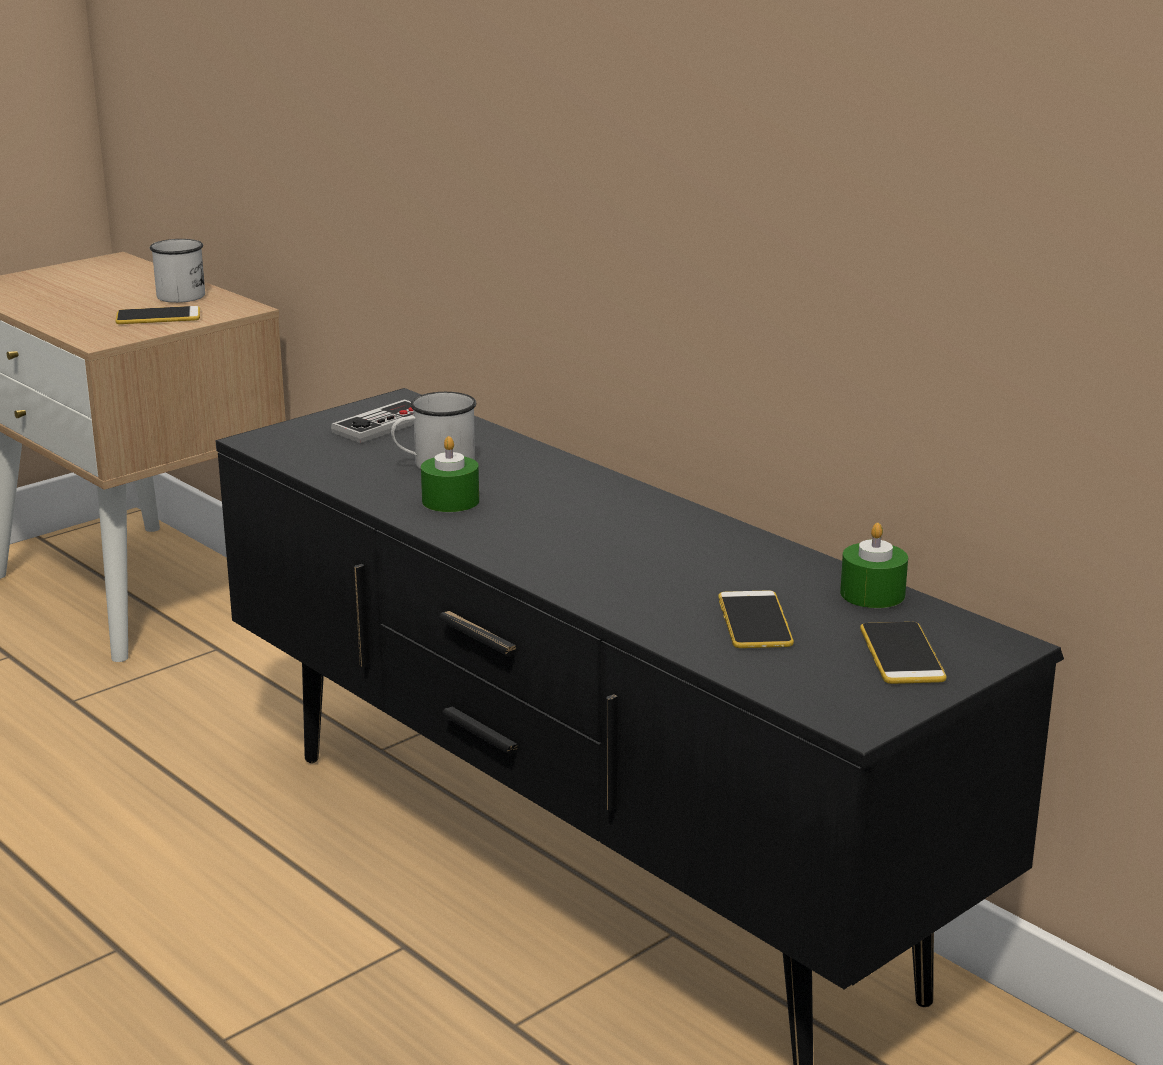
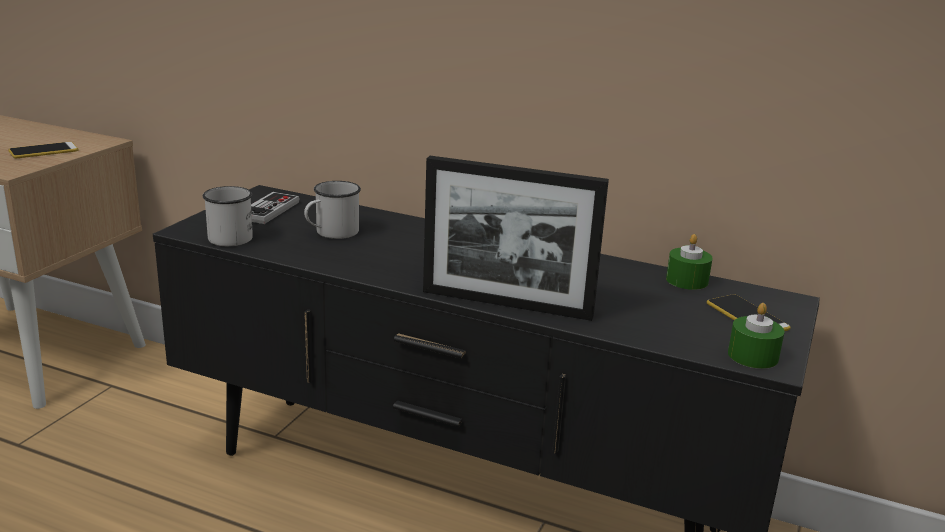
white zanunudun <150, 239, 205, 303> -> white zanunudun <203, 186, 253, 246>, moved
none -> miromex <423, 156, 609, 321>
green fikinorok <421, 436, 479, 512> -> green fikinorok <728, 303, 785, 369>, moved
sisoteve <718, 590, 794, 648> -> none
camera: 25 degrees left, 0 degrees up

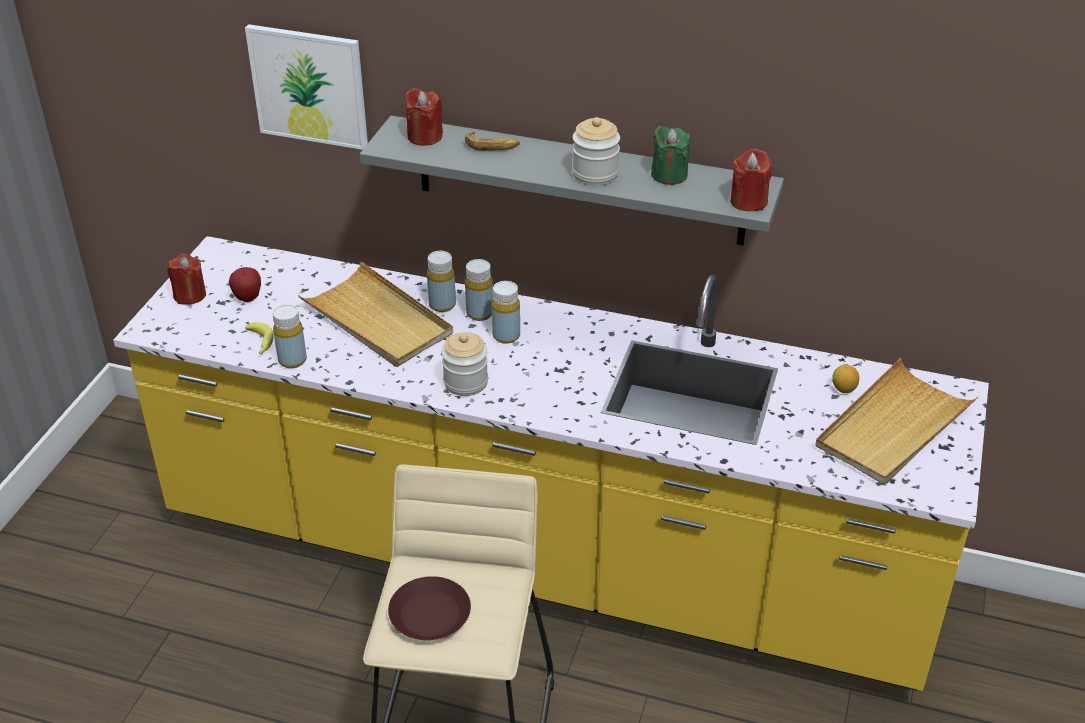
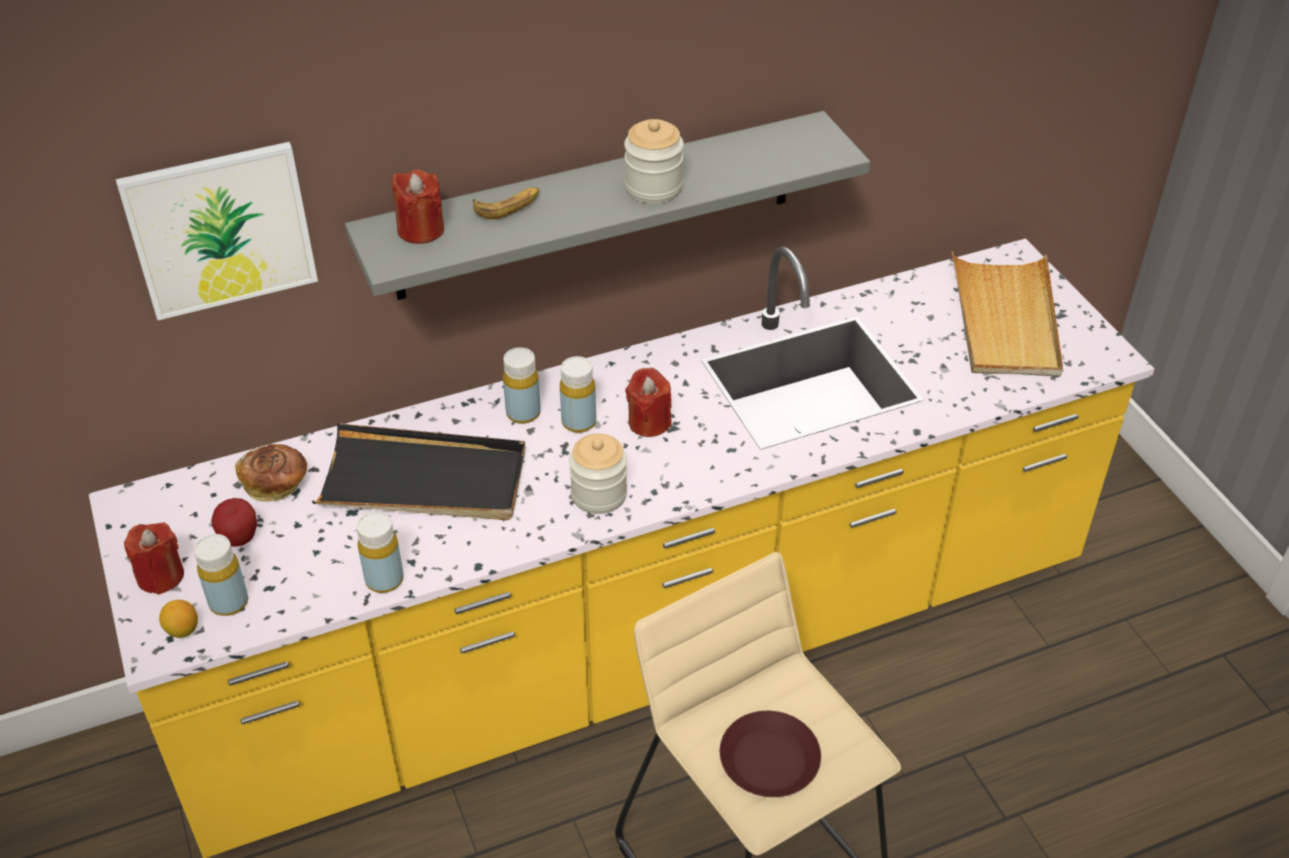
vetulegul <832, 365, 859, 393> -> vetulegul <159, 600, 198, 638>, moved
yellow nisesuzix <427, 251, 456, 312> -> yellow nisesuzix <194, 534, 248, 616>, moved
none -> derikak <235, 444, 308, 502>
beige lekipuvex <298, 262, 453, 367> -> black lekipuvex <312, 423, 526, 520>
red fikinorok <730, 149, 772, 211> -> red fikinorok <626, 368, 672, 437>, moved
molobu <245, 322, 274, 355> -> none
green fikinorok <651, 126, 690, 185> -> none
camera: 40 degrees left, 5 degrees up

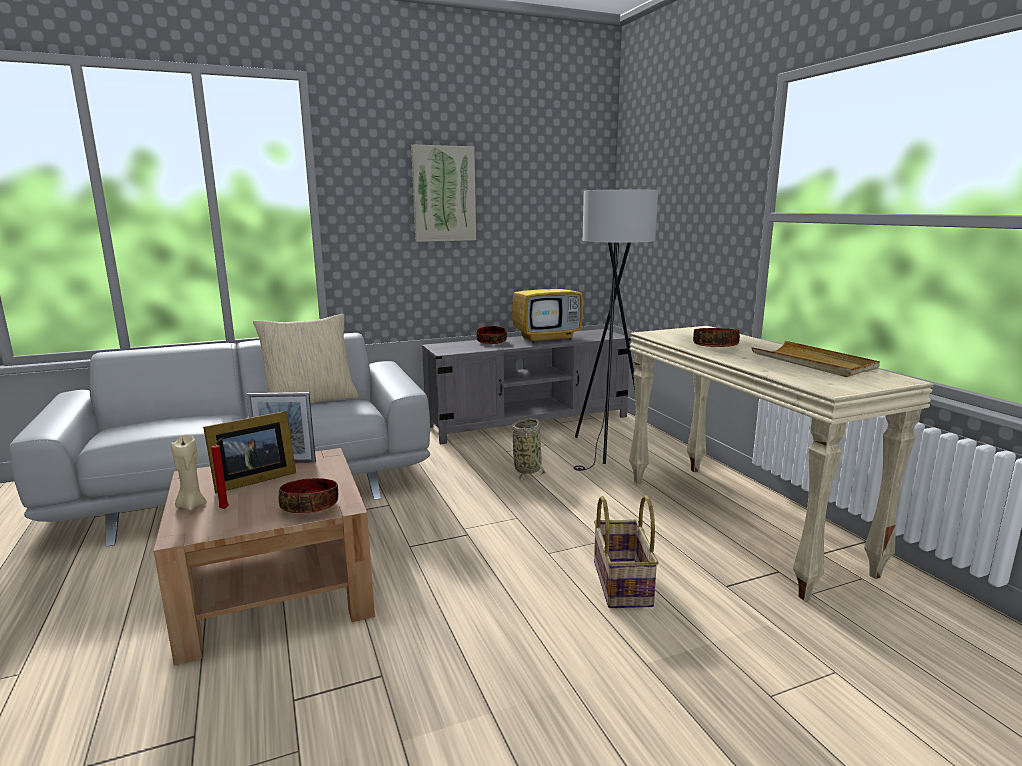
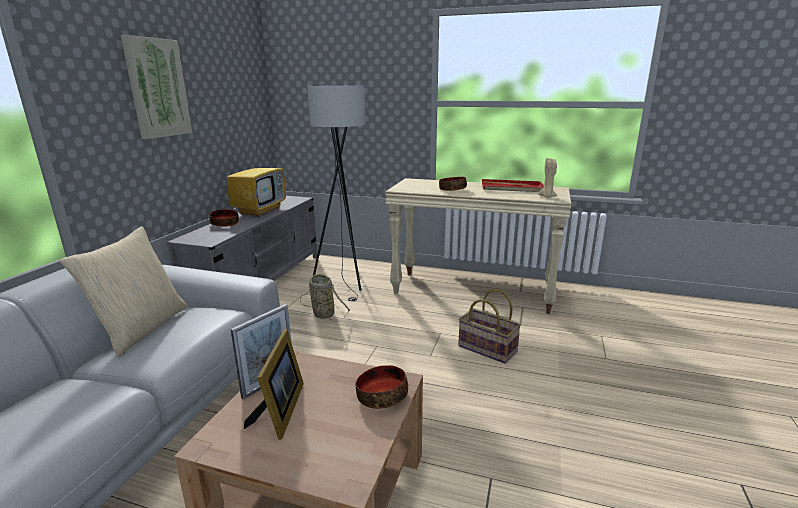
beige lekipuvex <751, 341, 880, 377> -> red lekipuvex <482, 179, 544, 192>
beige fikinorok <171, 435, 207, 510> -> beige fikinorok <538, 158, 557, 198>, moved
red fikinorok <211, 438, 229, 509> -> none
camera: 50 degrees left, 5 degrees up

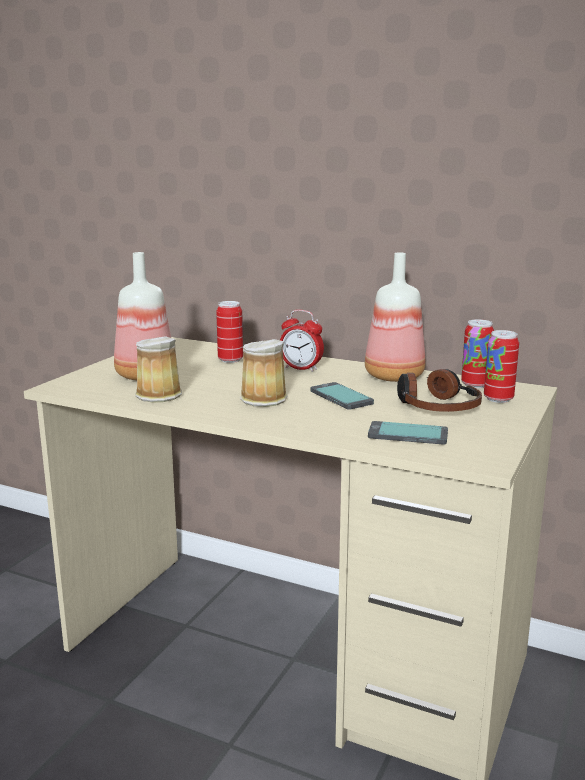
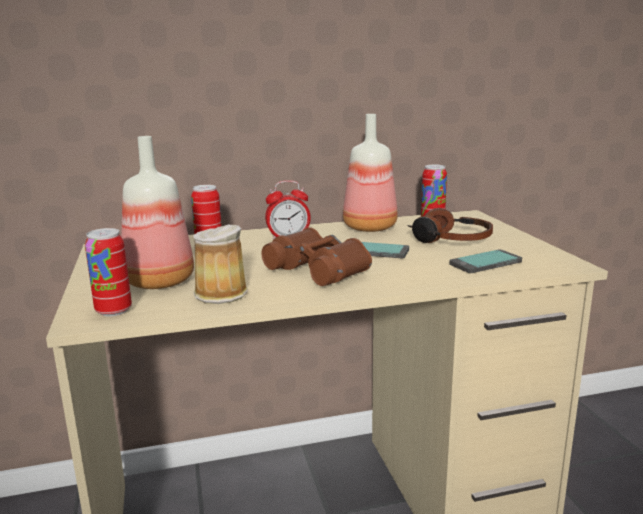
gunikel <484, 330, 519, 403> -> gunikel <85, 228, 132, 317>, moved
zanunudun <240, 339, 287, 407> -> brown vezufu <262, 228, 372, 286>
camera: 40 degrees left, 0 degrees up

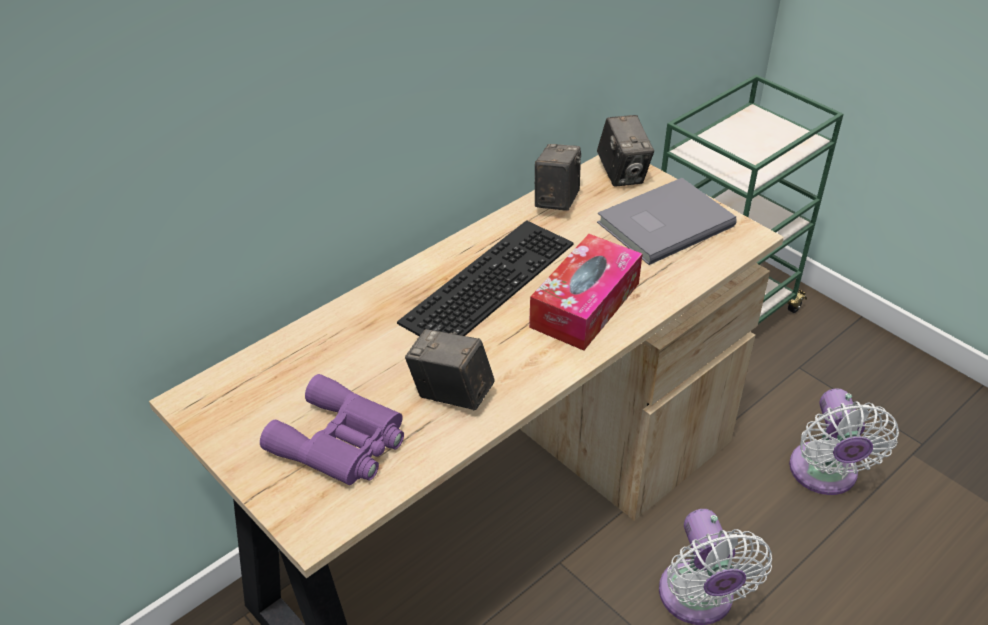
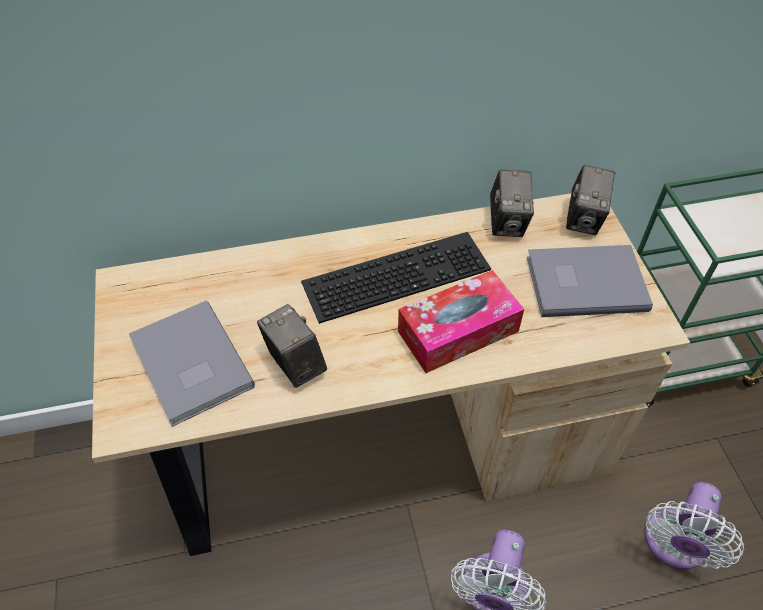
purple vezufu <260, 374, 404, 485> -> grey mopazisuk <129, 300, 255, 427>
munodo <535, 144, 581, 211> -> munodo <490, 169, 534, 237>, 135 degrees clockwise
camera: 30 degrees right, 10 degrees up

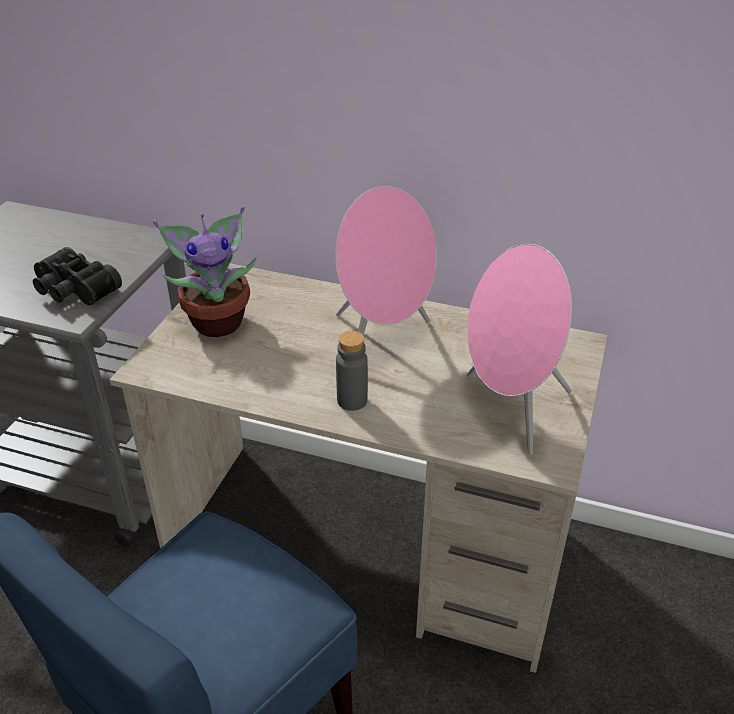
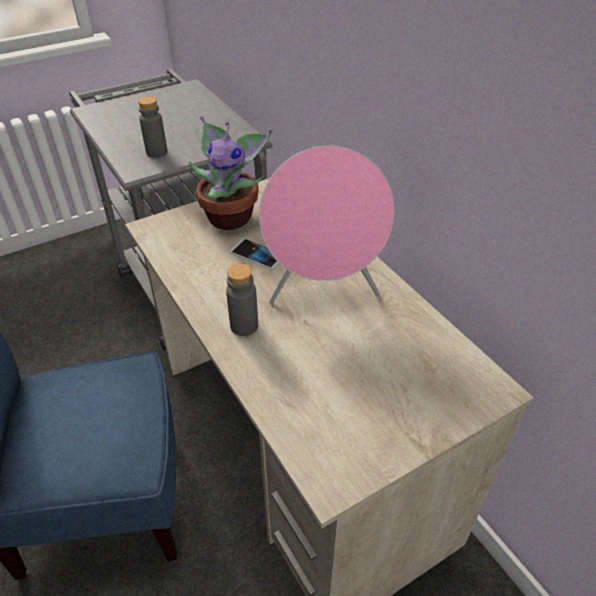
black vezufu <33, 247, 122, 305> -> grey nisesuzix <138, 96, 168, 158>
none -> sisoteve <230, 239, 279, 270>
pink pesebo <467, 244, 572, 455> -> none
camera: 40 degrees right, 5 degrees up

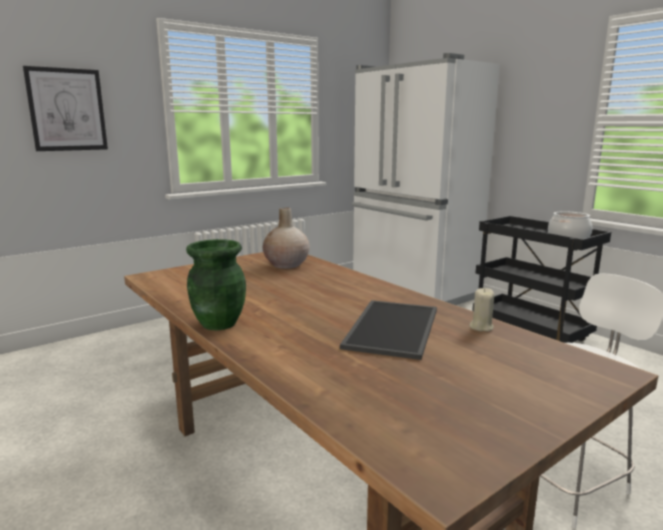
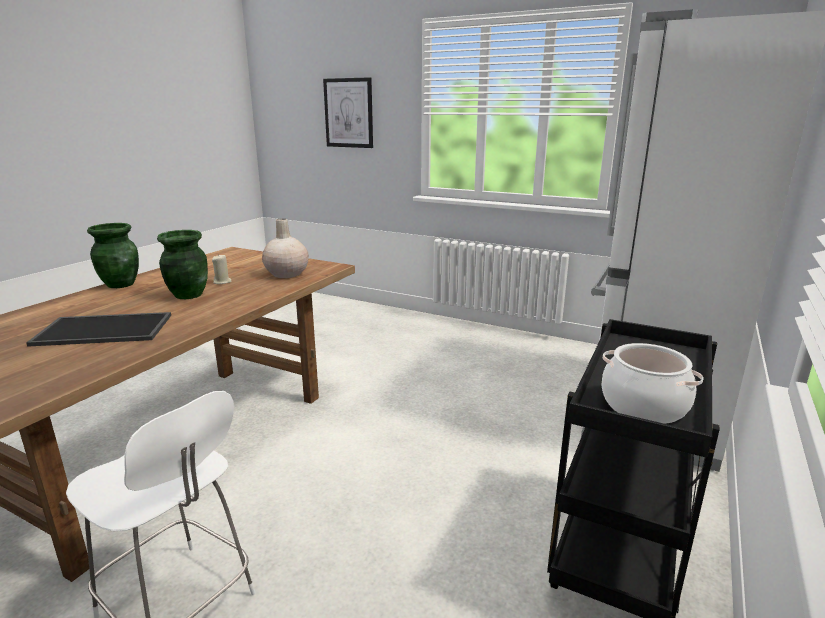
none -> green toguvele <157, 230, 208, 299>
beige fikinorok <469, 288, 494, 331> -> beige fikinorok <212, 255, 232, 284>, moved
camera: 65 degrees right, 5 degrees up

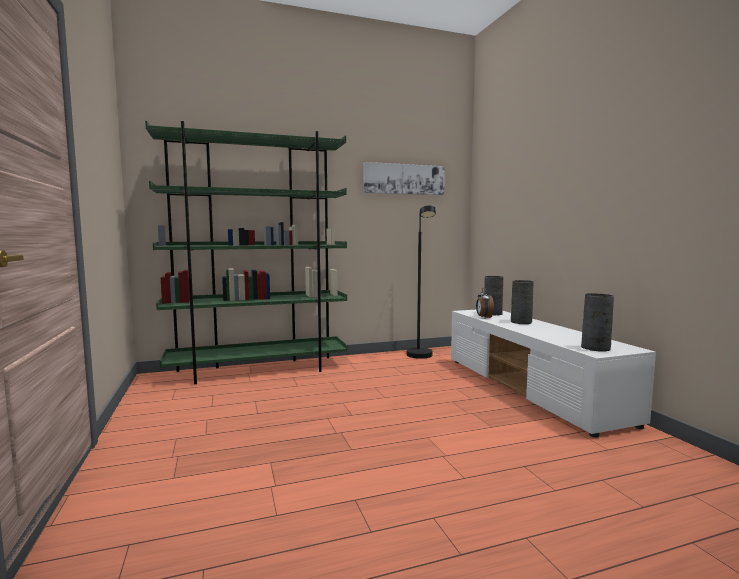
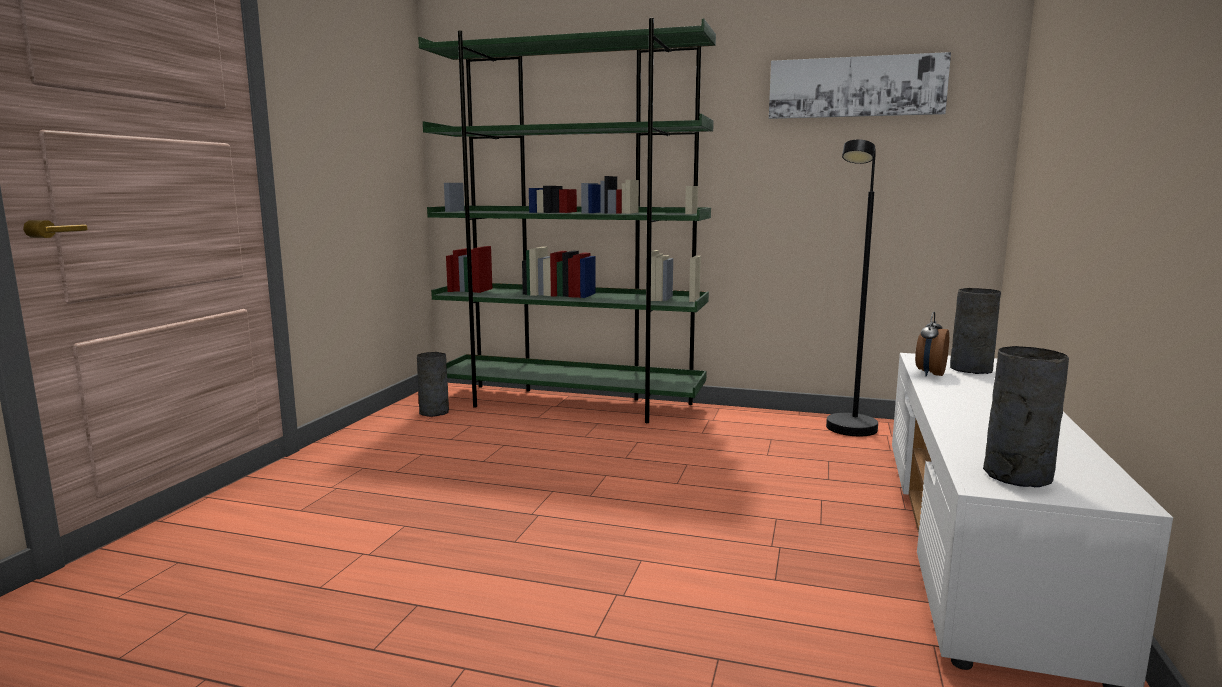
grey toguvele <511, 280, 534, 324> -> grey toguvele <417, 352, 449, 417>, moved
camera: 35 degrees right, 5 degrees up

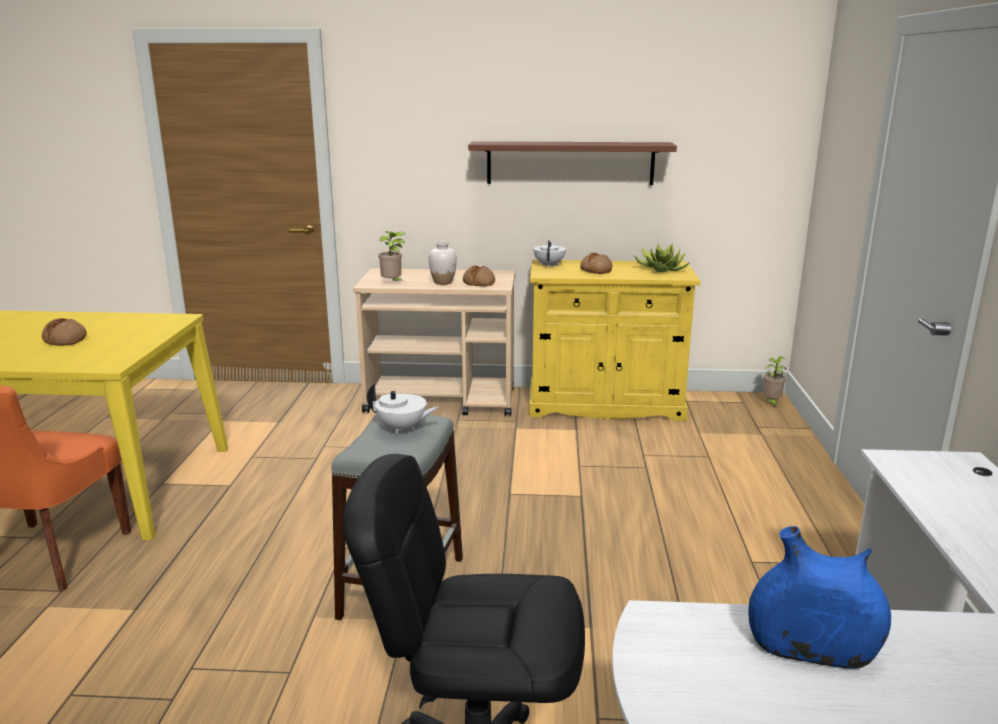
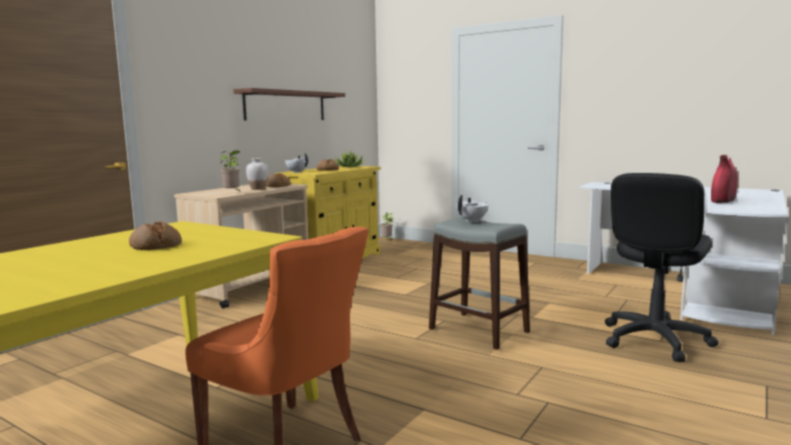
blue toguvele <748, 526, 891, 669> -> red toguvele <711, 155, 738, 203>
camera: 60 degrees left, 10 degrees down

